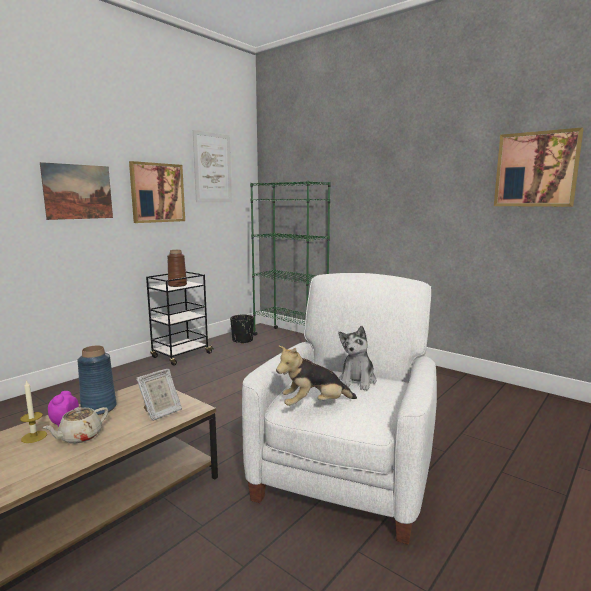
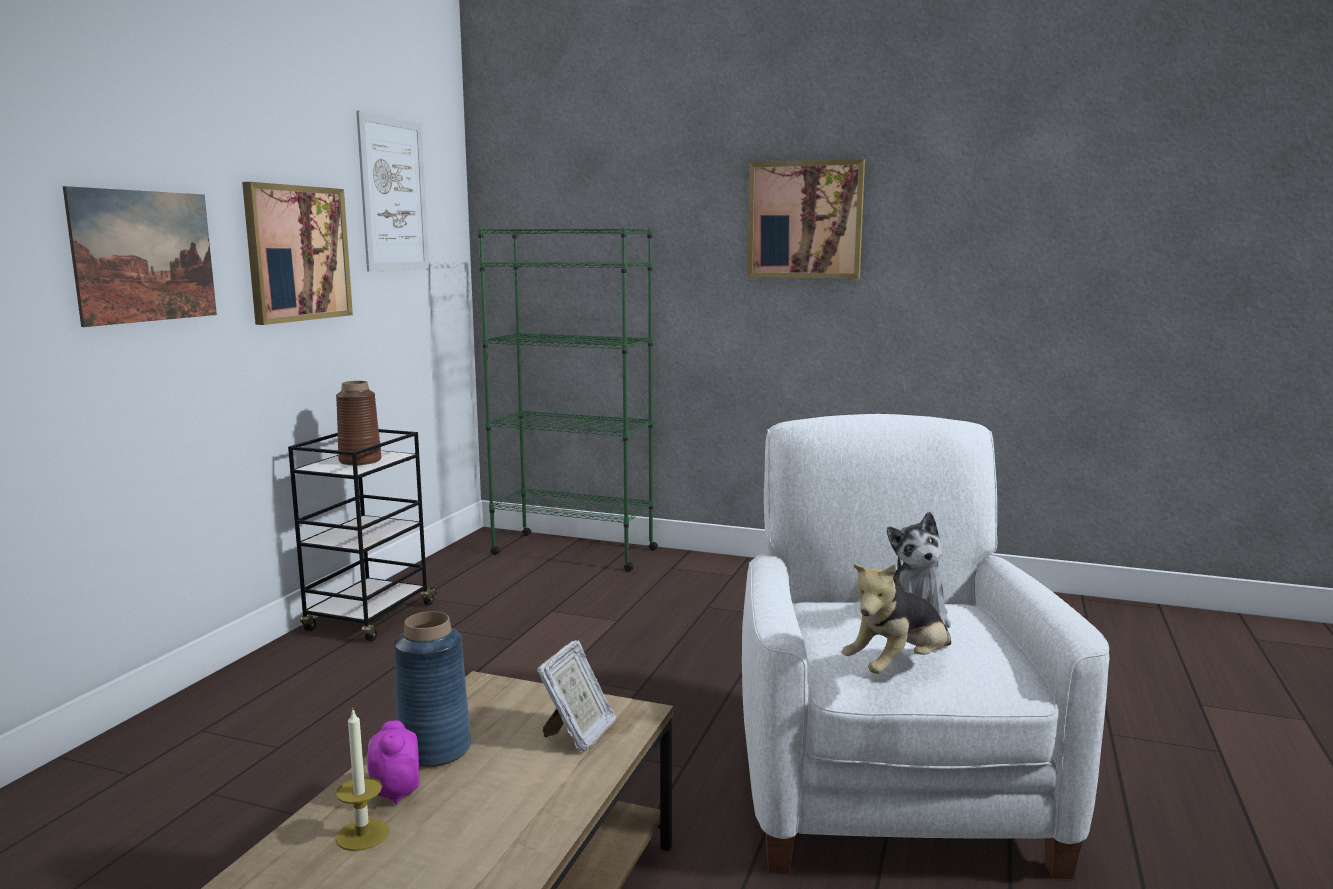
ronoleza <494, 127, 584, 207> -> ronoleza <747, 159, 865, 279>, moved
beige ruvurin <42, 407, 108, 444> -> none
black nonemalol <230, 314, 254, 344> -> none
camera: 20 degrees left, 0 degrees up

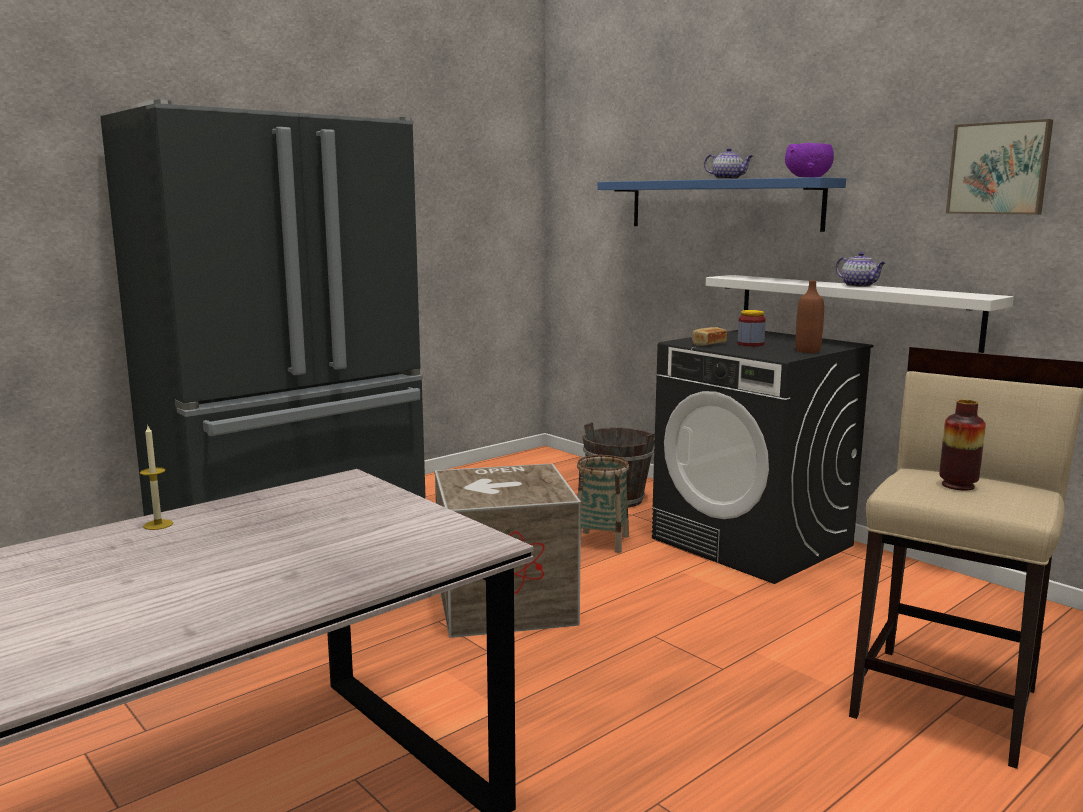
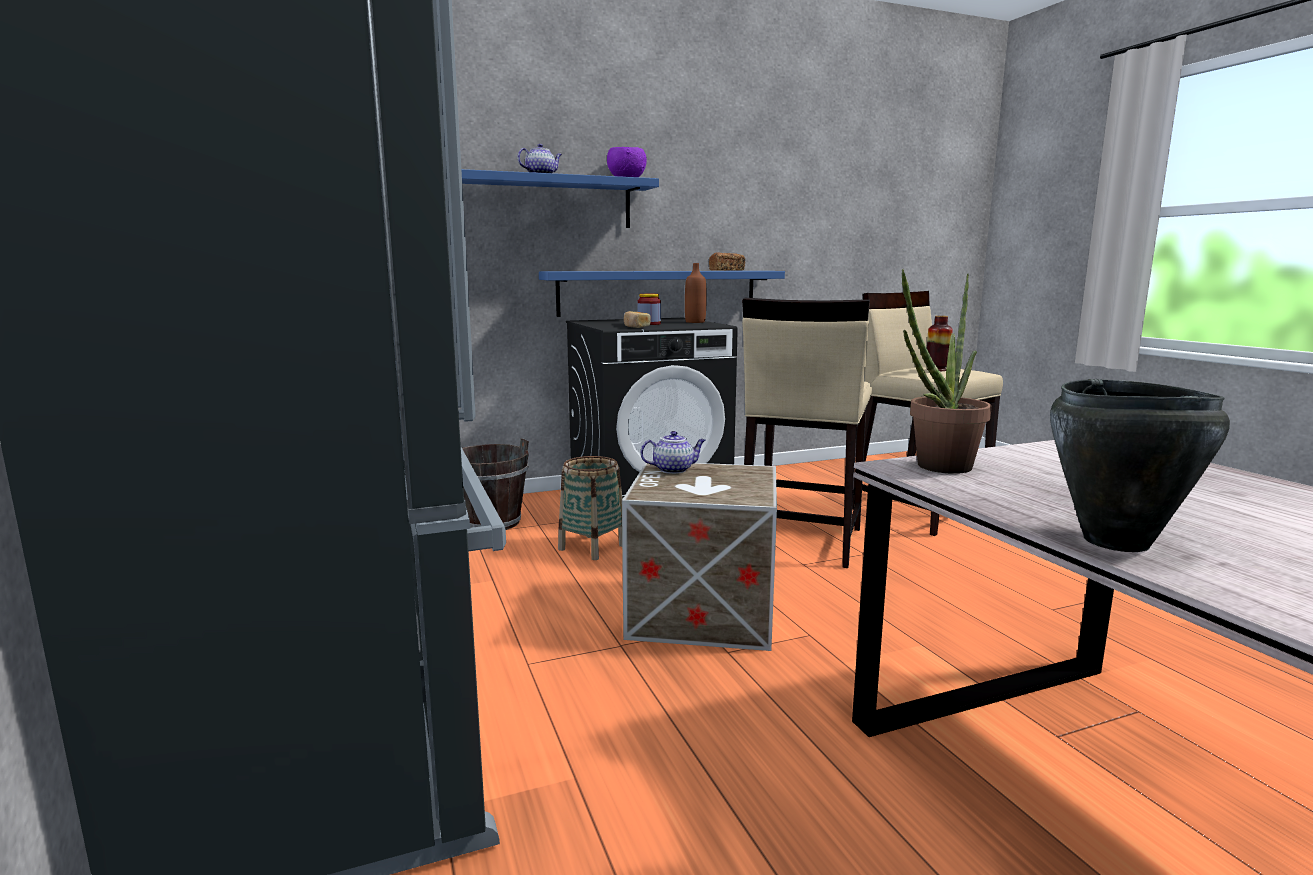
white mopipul <706, 275, 1014, 353> -> blue mopipul <539, 271, 785, 317>
ruvurin <836, 252, 886, 287> -> ruvurin <640, 431, 706, 474>, moved
none -> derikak <709, 252, 745, 271>
none -> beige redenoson <742, 297, 872, 568>
none -> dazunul <902, 269, 992, 474>
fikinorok <140, 426, 173, 530> -> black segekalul <1050, 379, 1230, 552>
ronoleza <946, 119, 1053, 214> -> none
camera: 70 degrees left, 0 degrees up

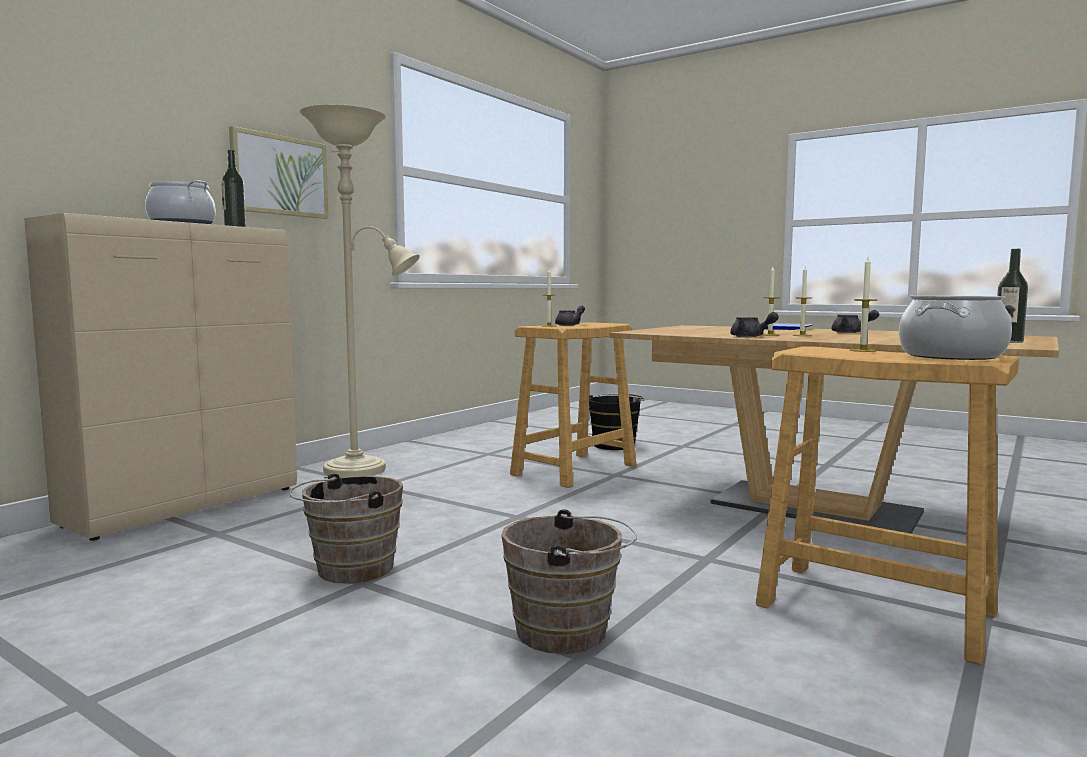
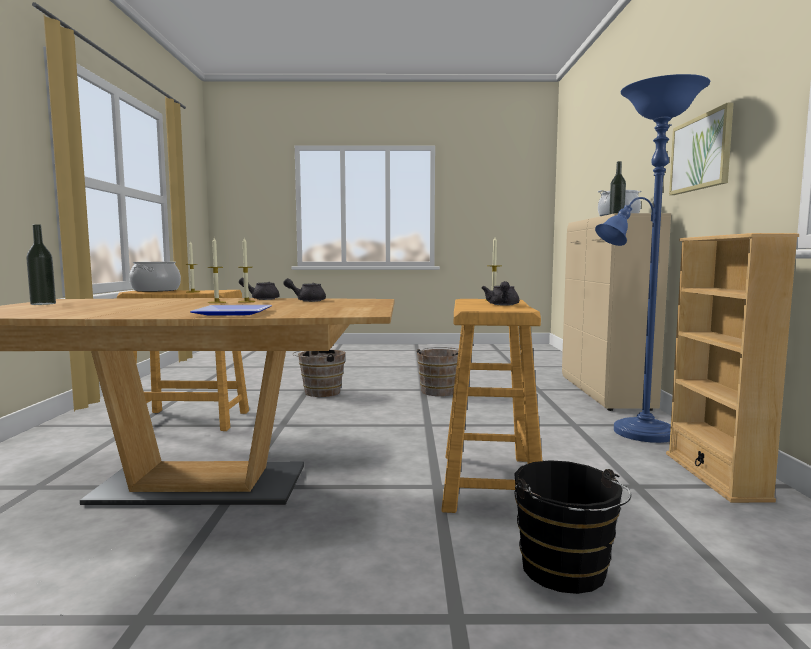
grey ruvurin <832, 310, 879, 333> -> grey ruvurin <283, 278, 326, 302>, moved
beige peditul <300, 104, 420, 478> -> blue peditul <595, 74, 710, 443>
none -> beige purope <666, 233, 799, 503>
camera: 145 degrees right, 0 degrees up

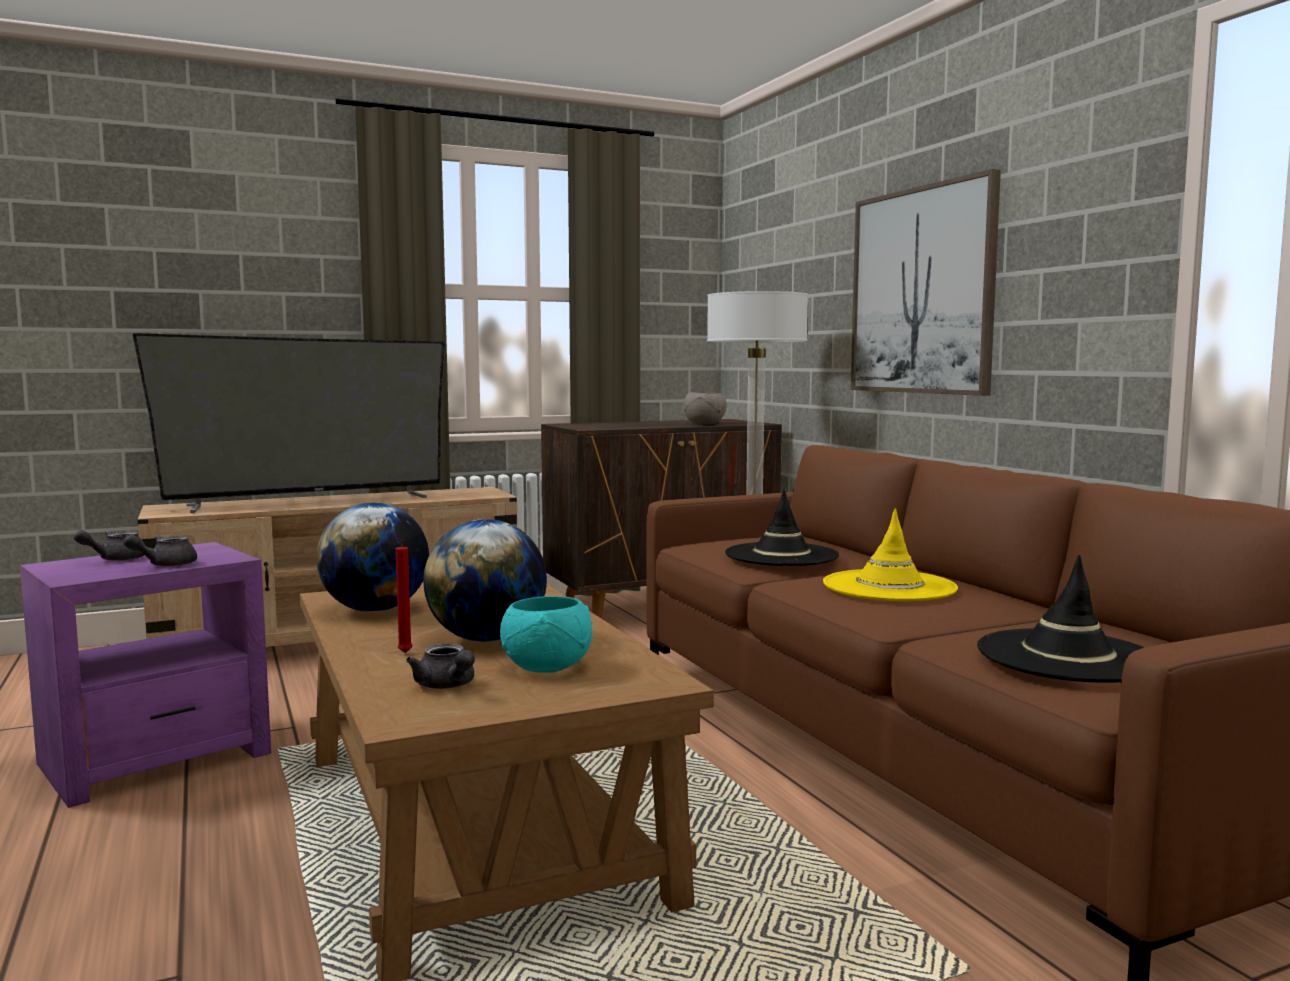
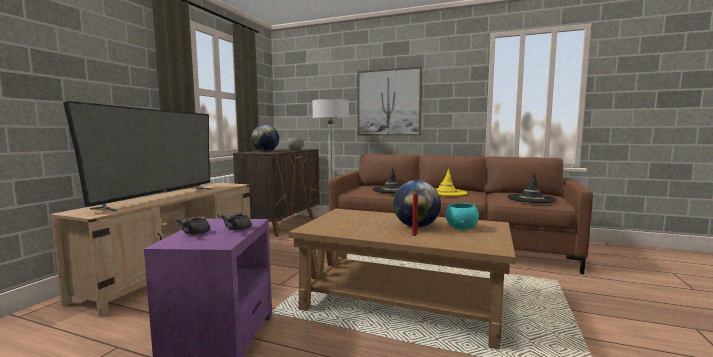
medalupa <316, 503, 429, 612> -> medalupa <251, 124, 279, 152>, moved
grey ruvurin <406, 644, 475, 689> -> none
camera: 45 degrees left, 0 degrees up

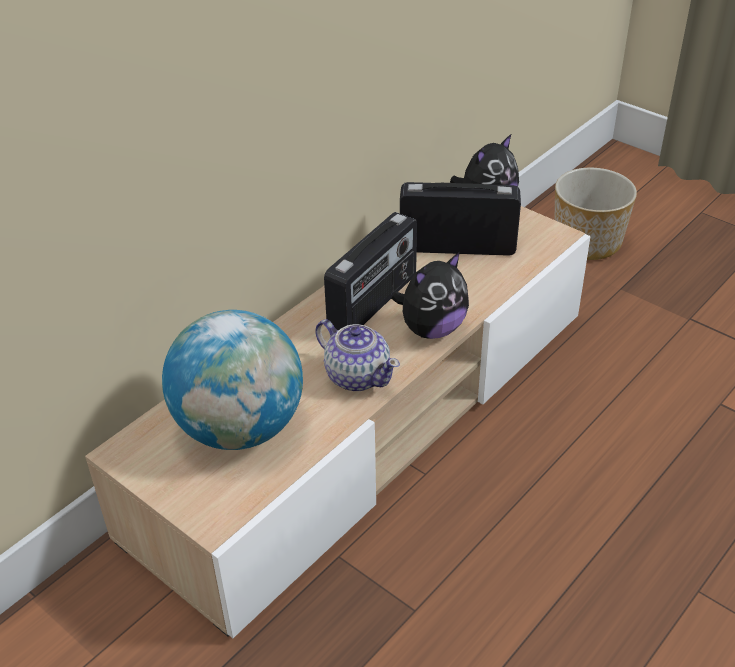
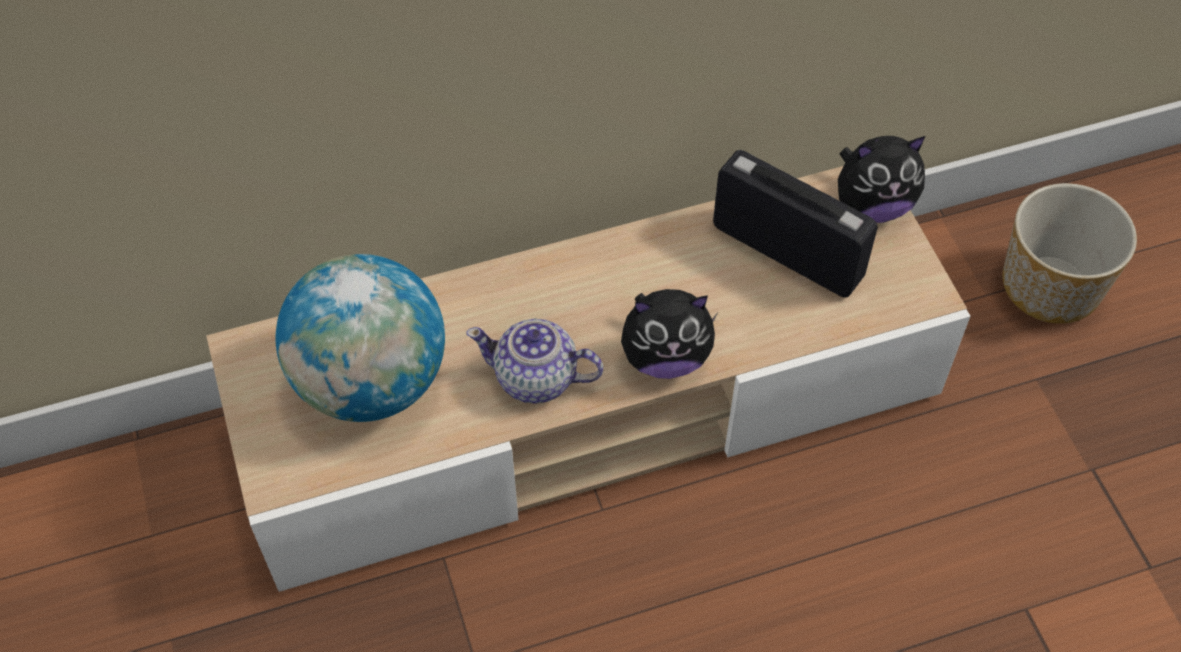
ruvurin <315, 319, 400, 391> -> ruvurin <466, 319, 603, 404>, 120 degrees clockwise
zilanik <324, 212, 417, 330> -> none
camera: 30 degrees right, 15 degrees up

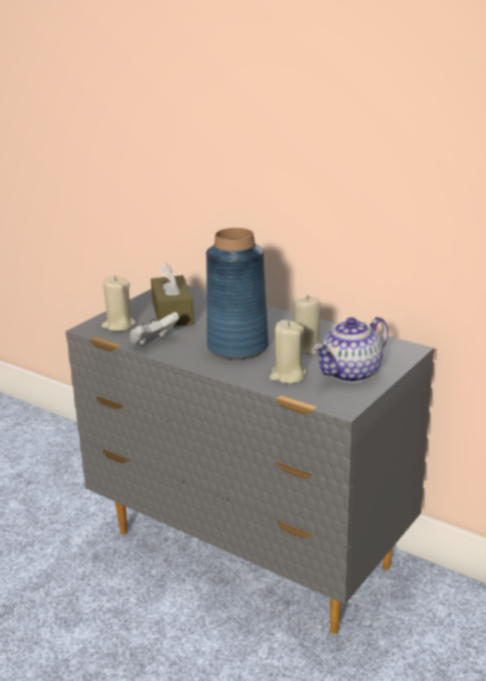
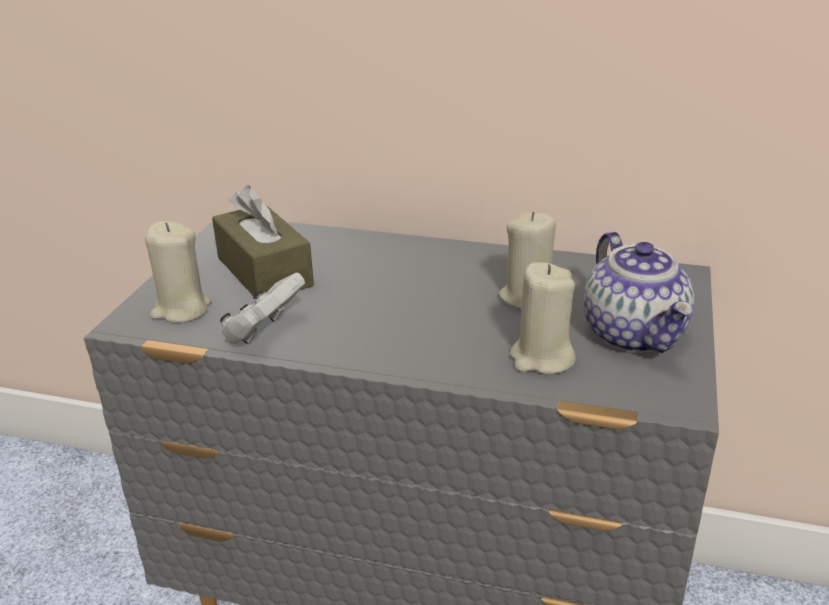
ruvurin <313, 317, 388, 383> -> ruvurin <584, 231, 694, 353>, 45 degrees counterclockwise
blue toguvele <206, 228, 269, 360> -> none
camera: 20 degrees left, 5 degrees up

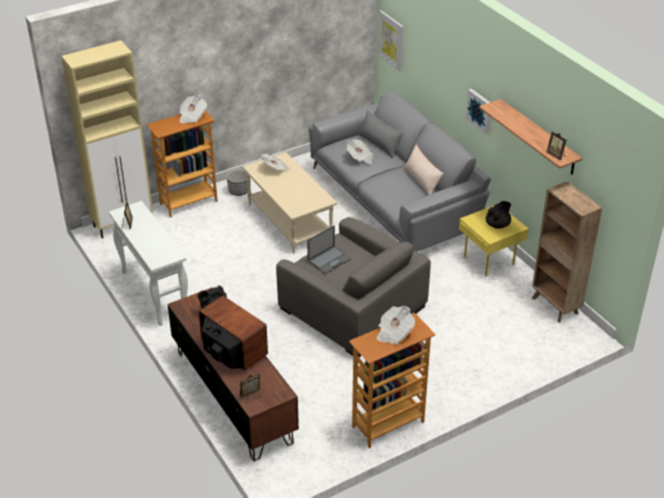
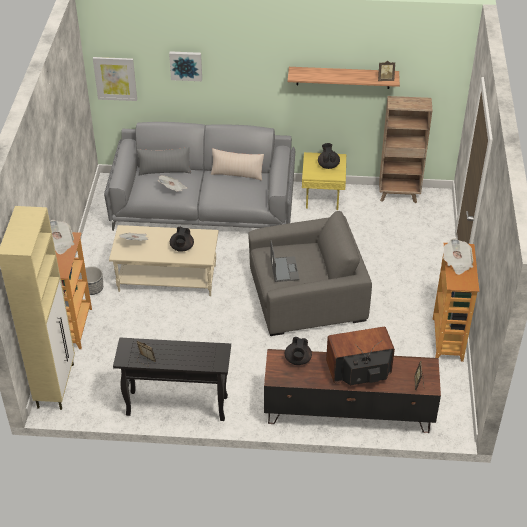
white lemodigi <109, 201, 188, 326> -> black lemodigi <113, 338, 231, 421>
ronoleza <466, 89, 491, 134> -> ronoleza <169, 51, 202, 81>, moved
none -> black ruvurin <170, 227, 194, 252>
camera: 55 degrees left, 5 degrees up

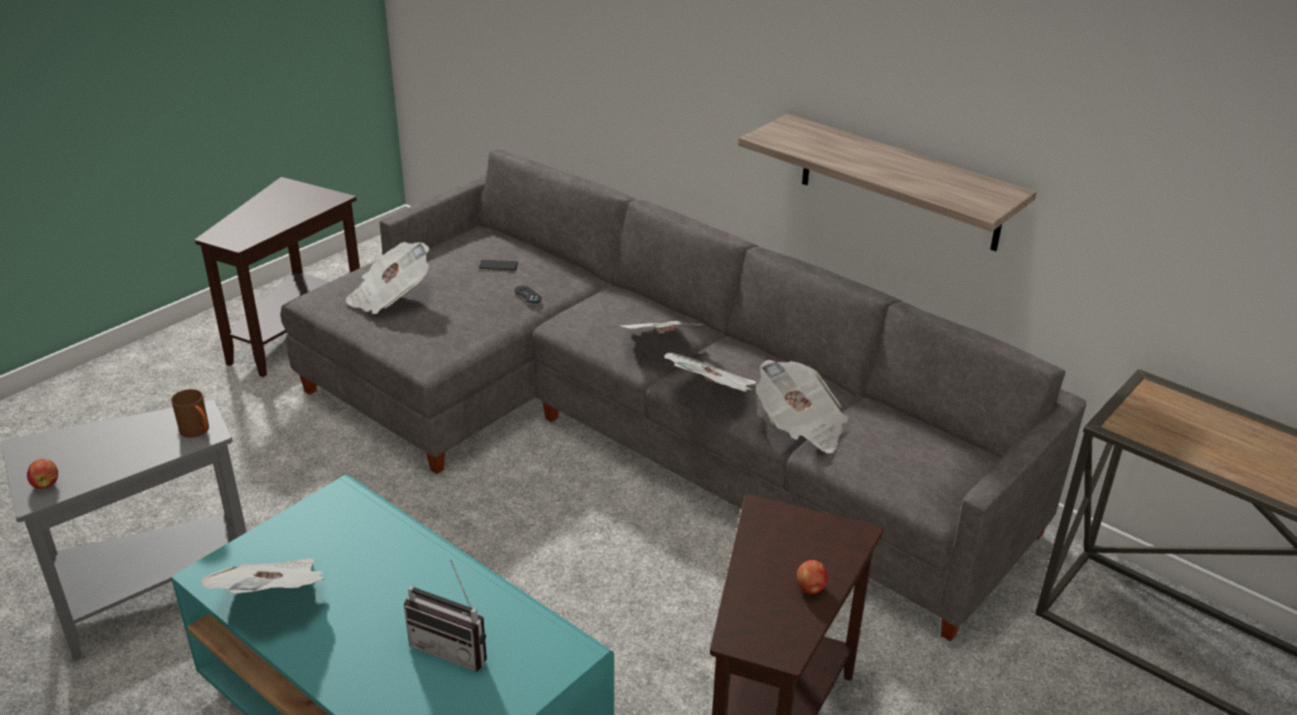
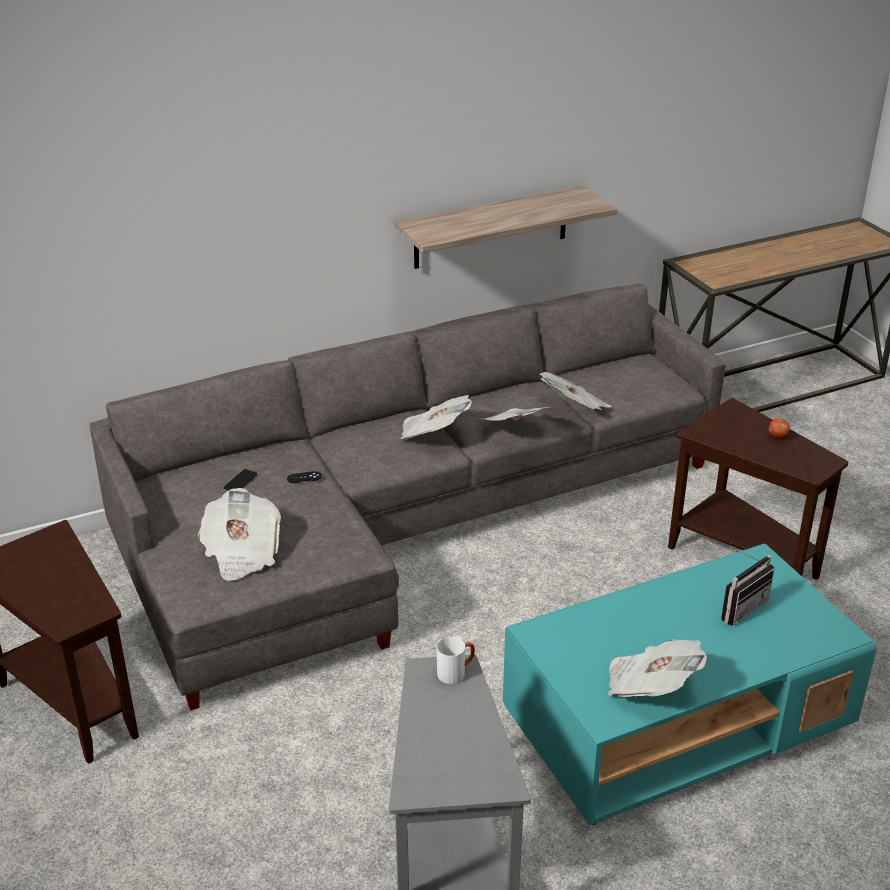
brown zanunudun <171, 389, 209, 438> -> white zanunudun <437, 637, 475, 684>
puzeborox <27, 459, 58, 489> -> none
camera: 65 degrees left, 0 degrees up

